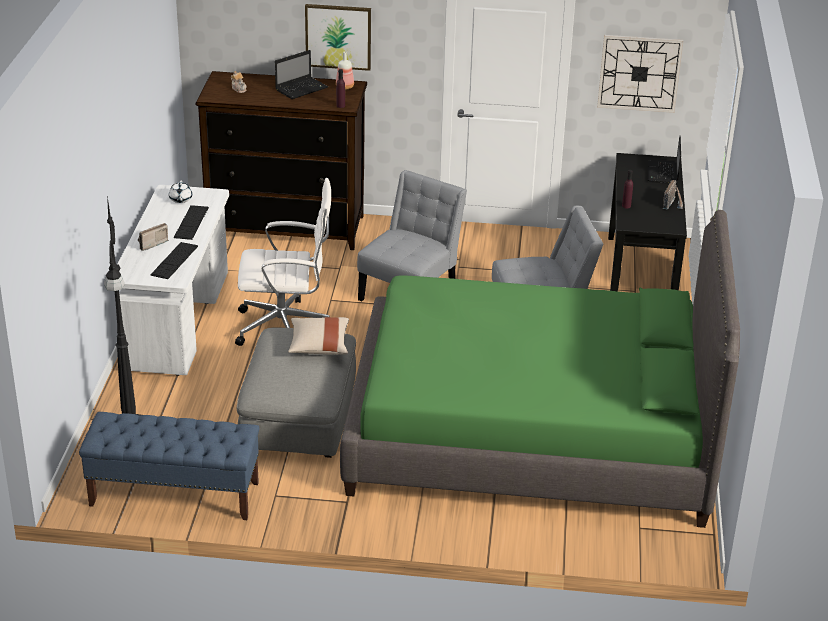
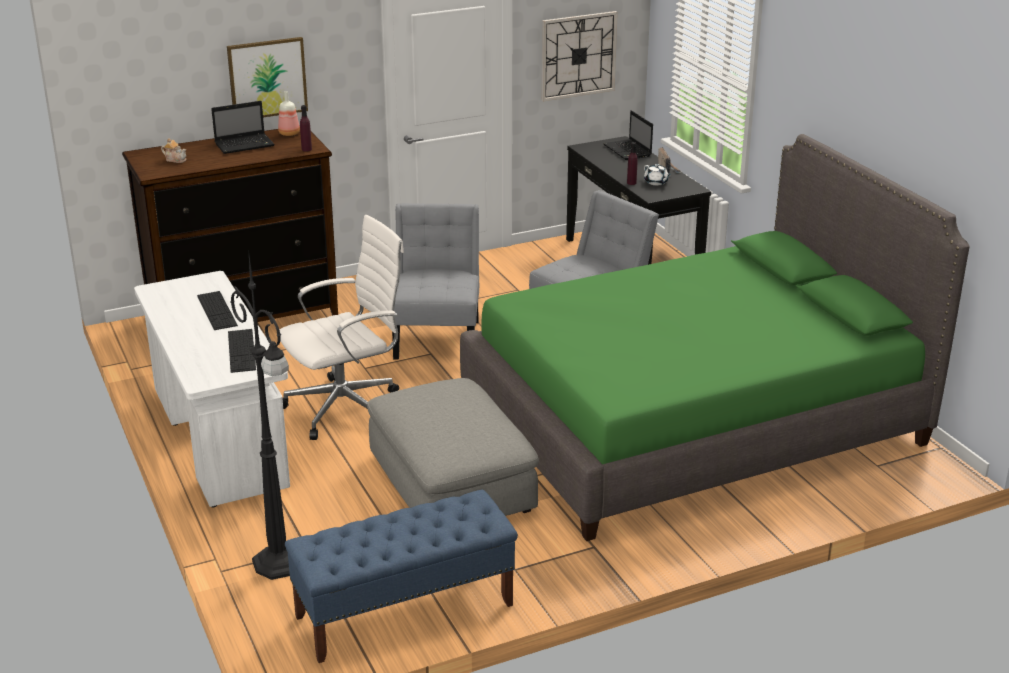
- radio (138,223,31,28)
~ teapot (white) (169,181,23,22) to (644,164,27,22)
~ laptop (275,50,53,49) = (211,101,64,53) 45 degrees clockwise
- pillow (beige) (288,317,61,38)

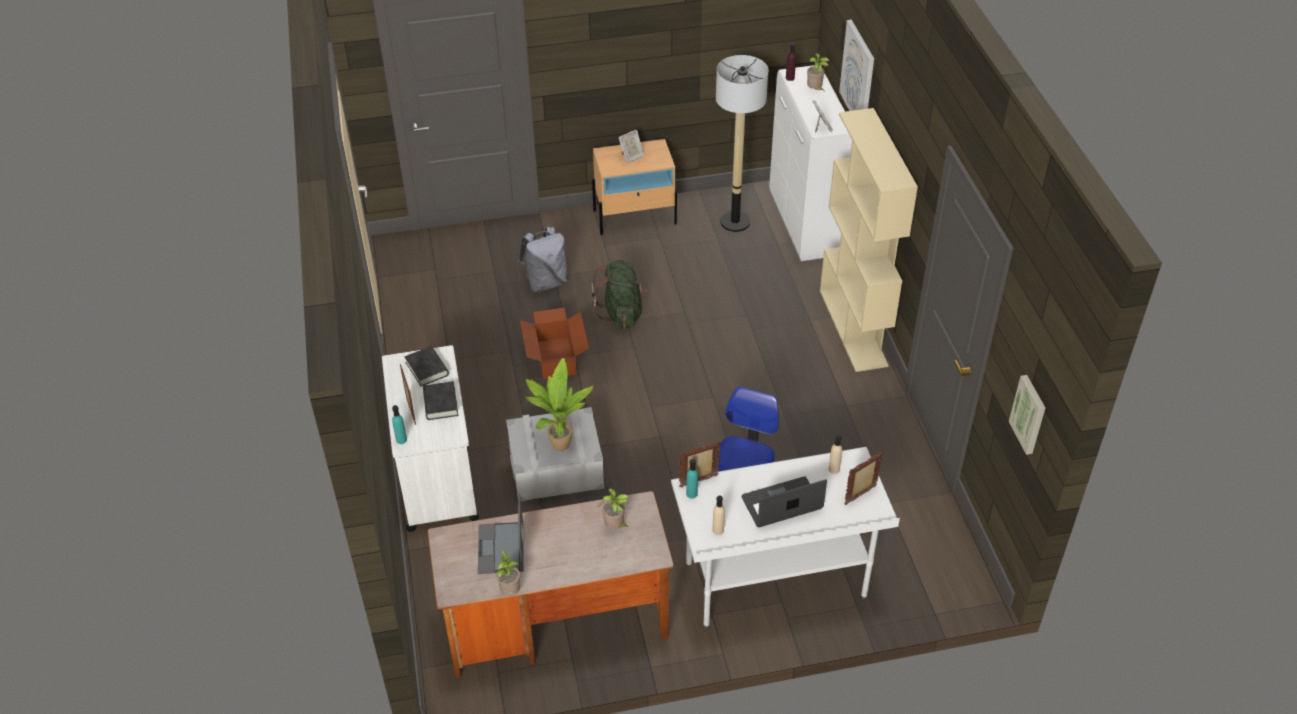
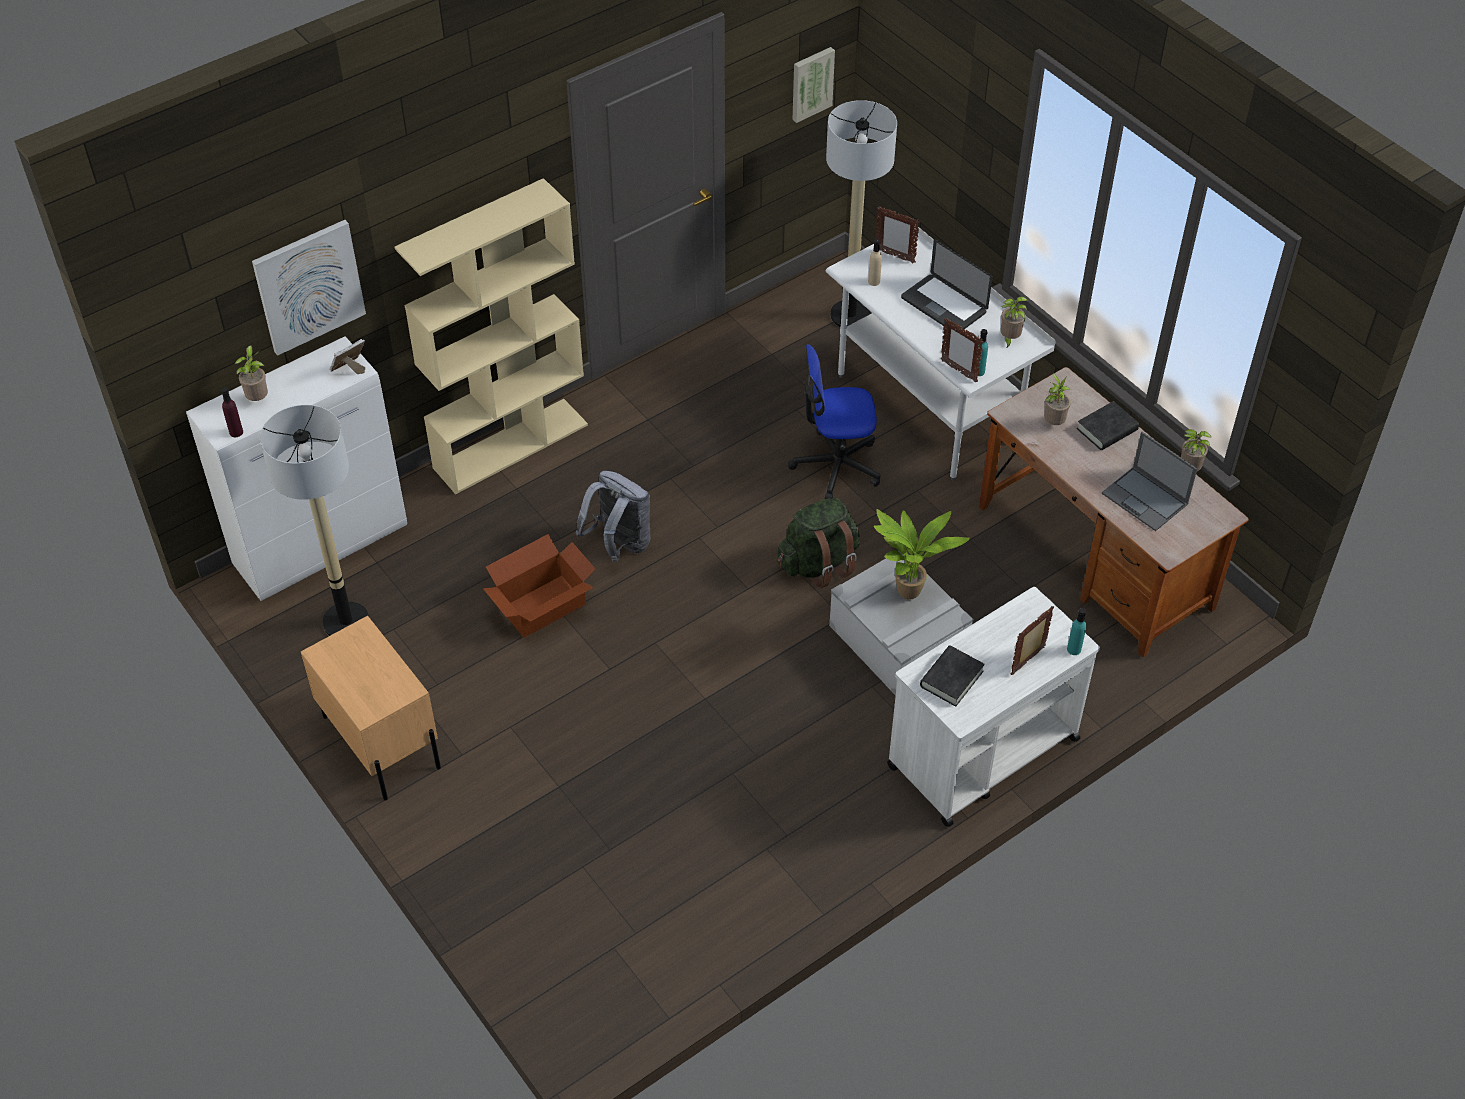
~ book (black) (423,381,35,39) to (1077,401,62,49)
~ laptop (478,494,46,80) = (1102,432,95,99) 75 degrees clockwise
~ backpack (grey) (518,227,49,65) to (576,471,74,91)
~ cardboard box (520,308,69,71) to (483,534,112,104)
~ backpack (green) (591,260,56,69) to (777,498,83,91)
- picture frame (618,130,27,33)
~ bottle (beige) (712,495,13,40) to potted plant (1001,296,27,53)
+ floor lamp (826,100,71,227)

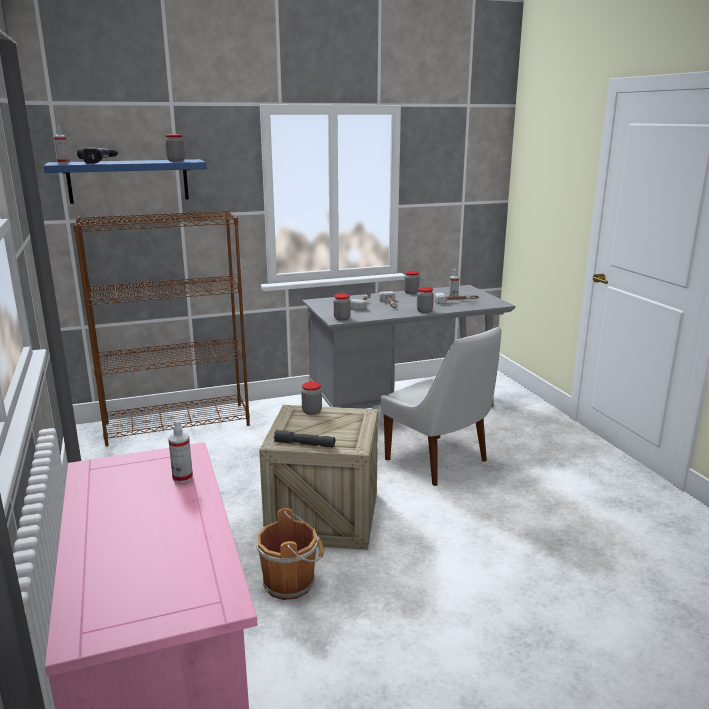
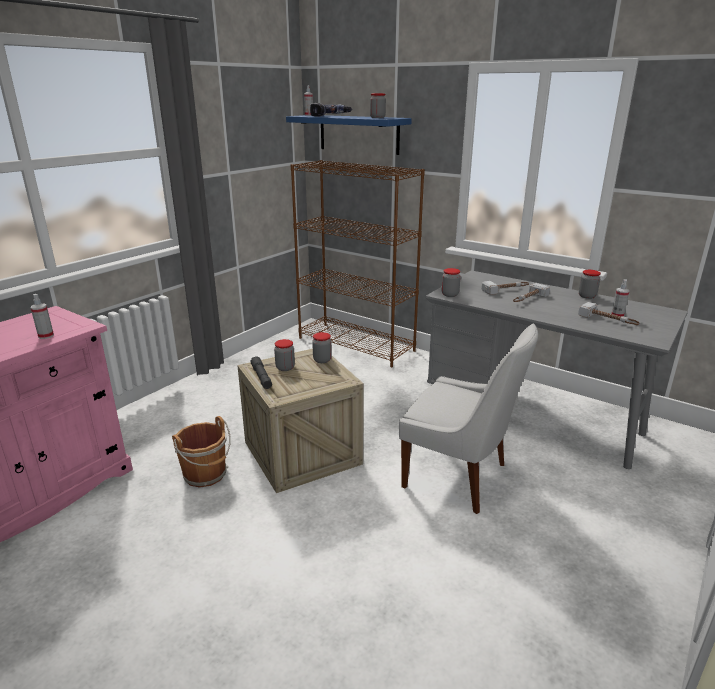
~ chair (white) (381,327,121,159) = (399,324,139,190) 75 degrees counterclockwise
~ jar (417,287,17,26) to (274,339,21,32)

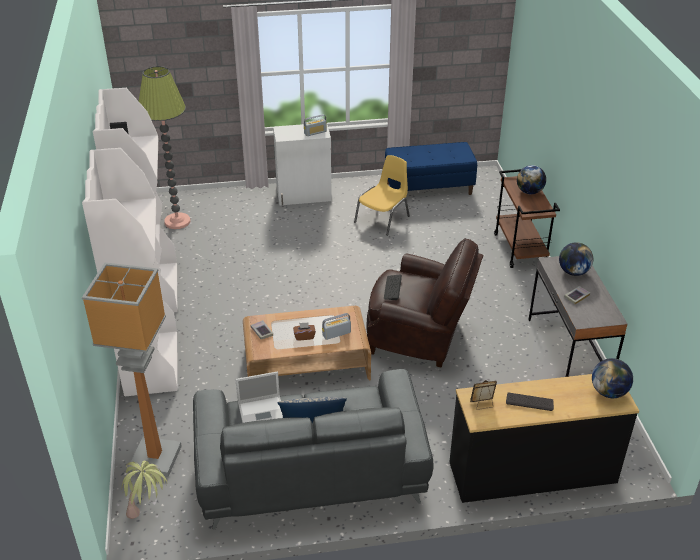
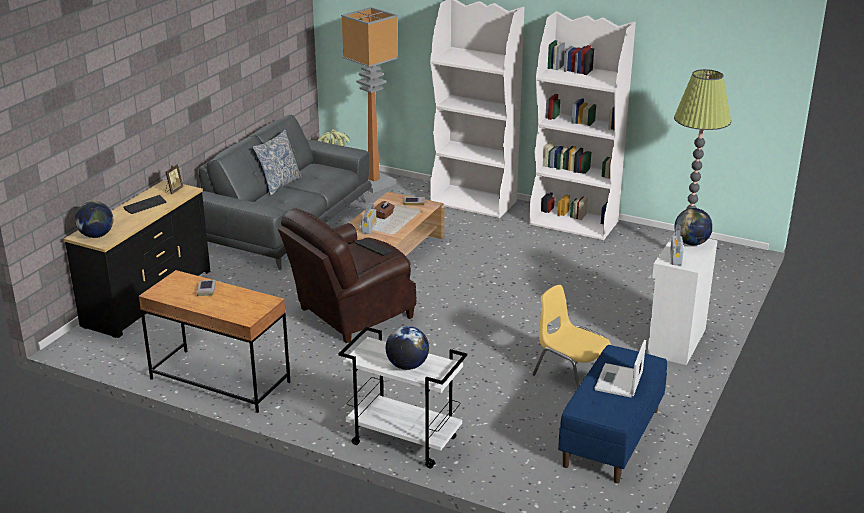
~ laptop (235,371,48,52) to (594,340,52,58)
~ chair (yellow) (354,155,56,81) = (533,285,77,104) 150 degrees clockwise
~ cart (brown) (494,169,66,99) to cart (white) (338,327,129,141)
~ desk (grey) (528,256,100,121) to desk (brown) (138,270,152,143)
~ globe (559,242,34,34) to (674,208,39,37)

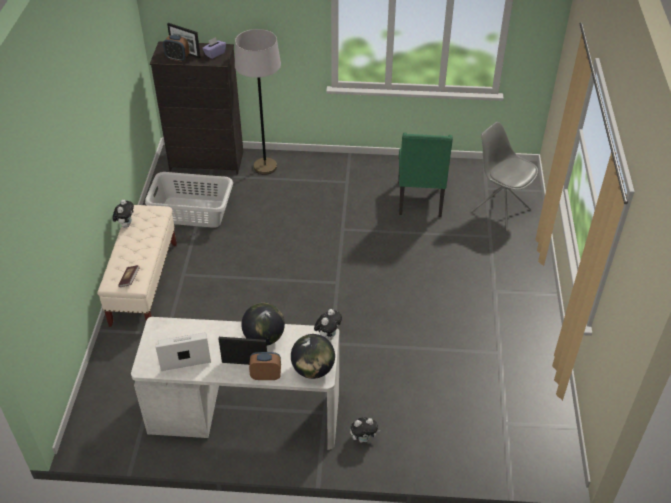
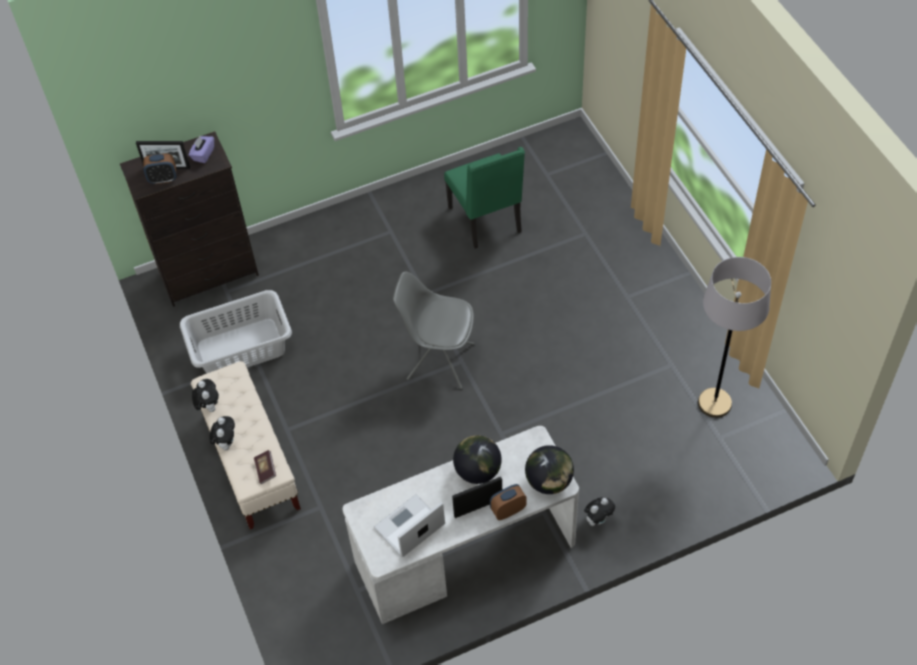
~ floor lamp (grey) (235,29,46,146) to (698,257,73,161)
~ plush toy (314,309,28,31) to (209,416,26,34)
~ chair (grey) (471,122,67,109) to (393,272,82,117)

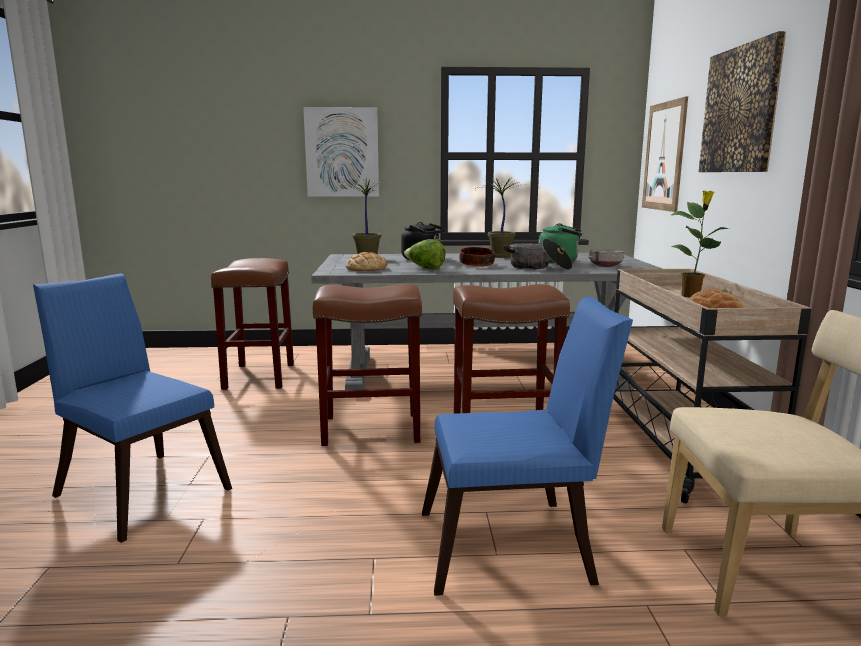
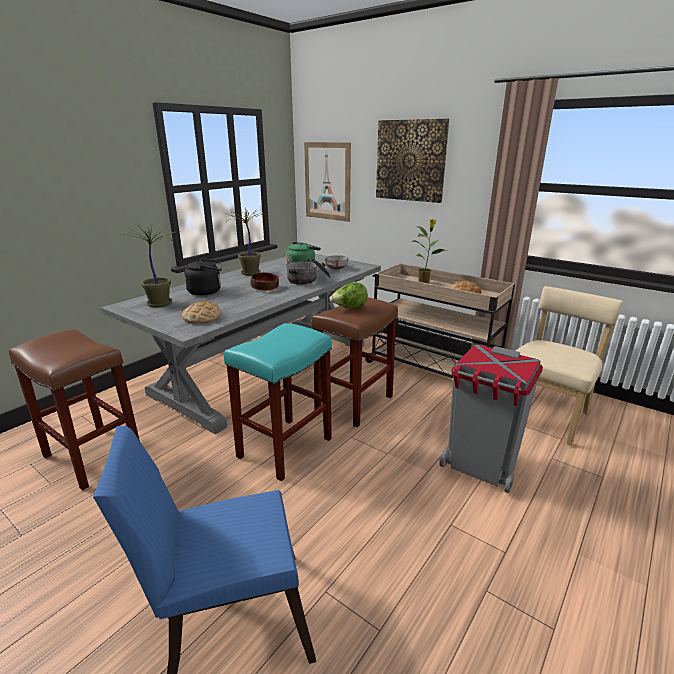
- picture (303,107,76,90)
~ stool (brown) (313,284,109,162) to stool (turquoise) (224,323,108,158)
~ lettuce (404,239,41,30) to (329,283,39,26)
~ chair (blue) (422,296,211,300) to trash can (grey) (439,345,104,148)

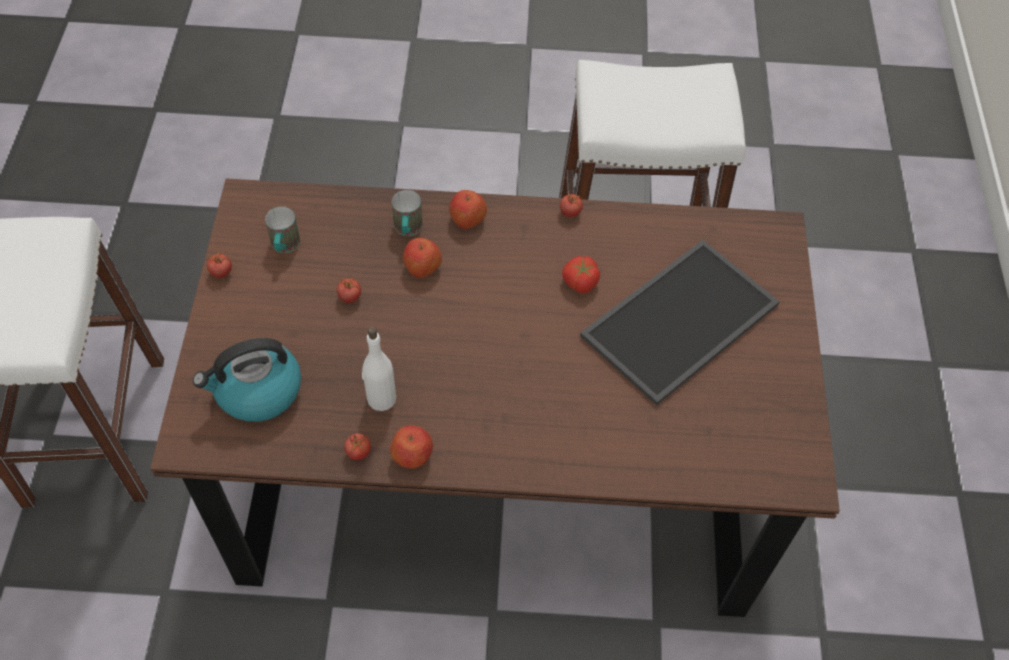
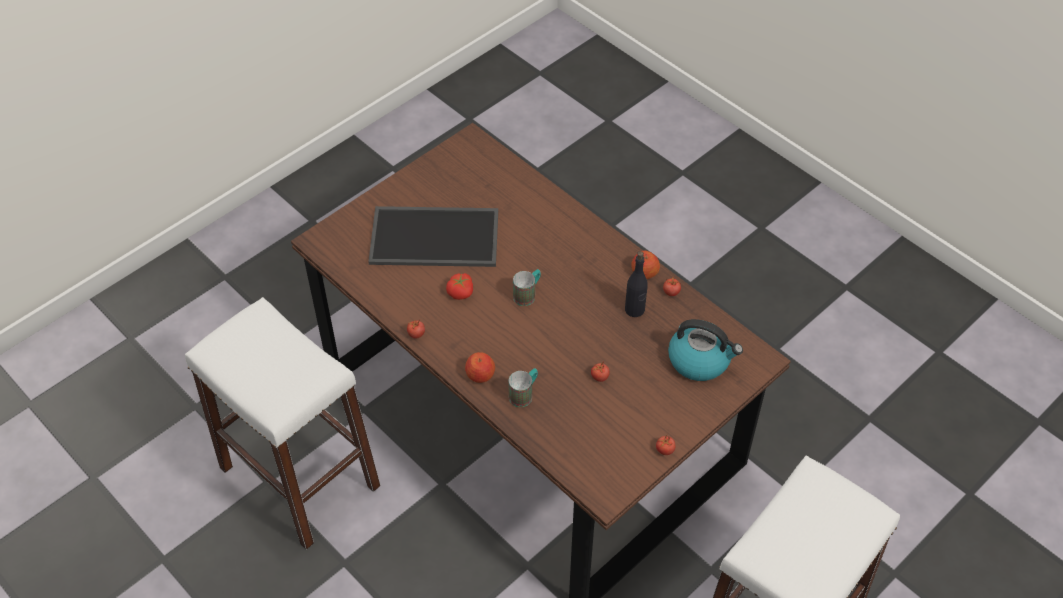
~ mug (265,206,35,47) to (513,269,28,37)
~ bottle (white) (362,327,34,84) to bottle (black) (625,251,23,66)
- apple (403,238,39,40)

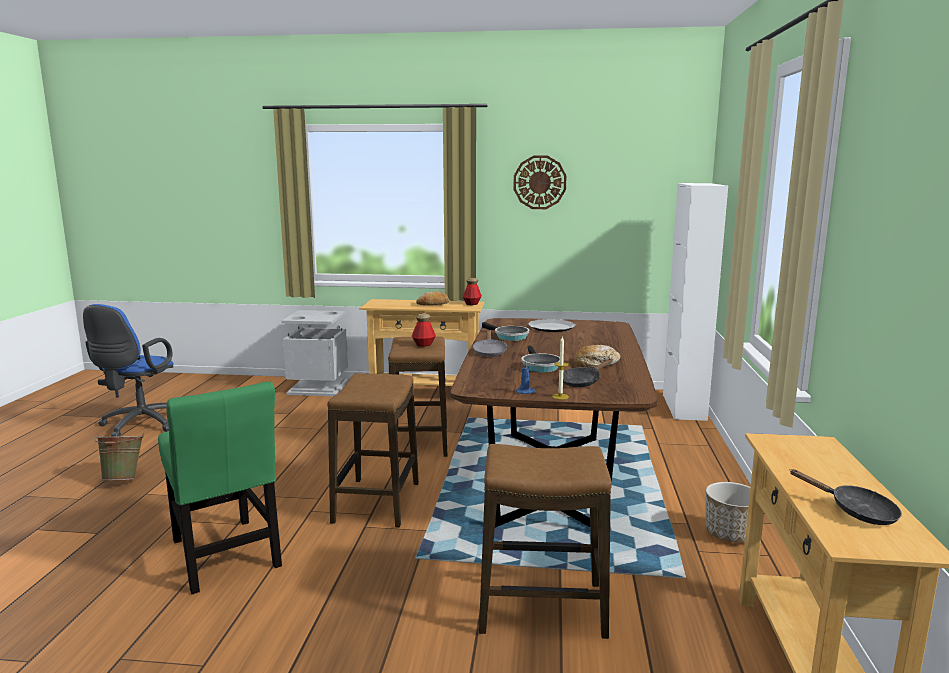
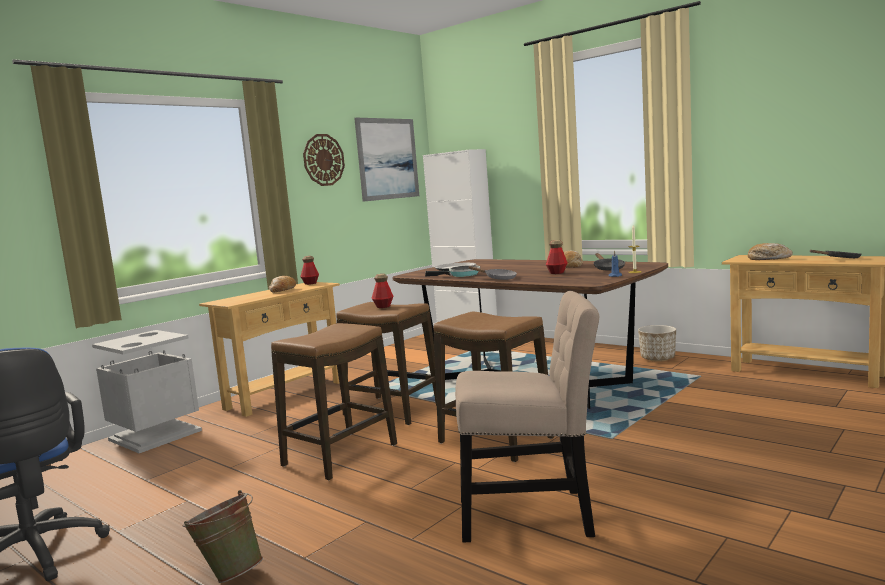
~ chair (green) (158,382,124,212) to chair (beige) (455,291,144,251)
~ stool (479,444,133,195) to (271,323,126,157)
~ frying pan (521,346,39,26) to bottle (546,240,22,34)
+ picture (354,118,65,84)
+ bread (748,243,45,17)

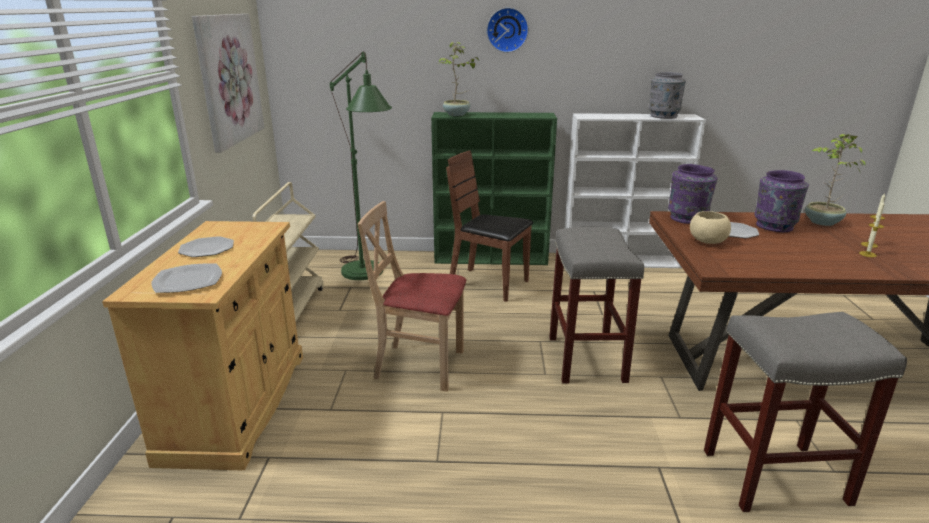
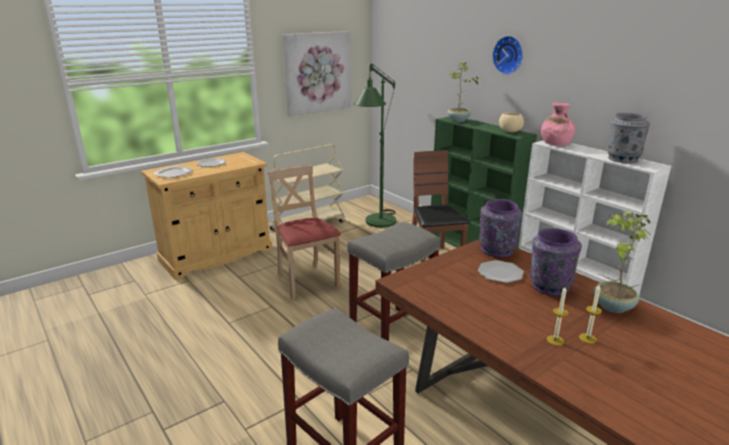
~ bowl (beige) (690,211,41,33) to (499,112,25,21)
+ vase (pink) (541,103,35,43)

